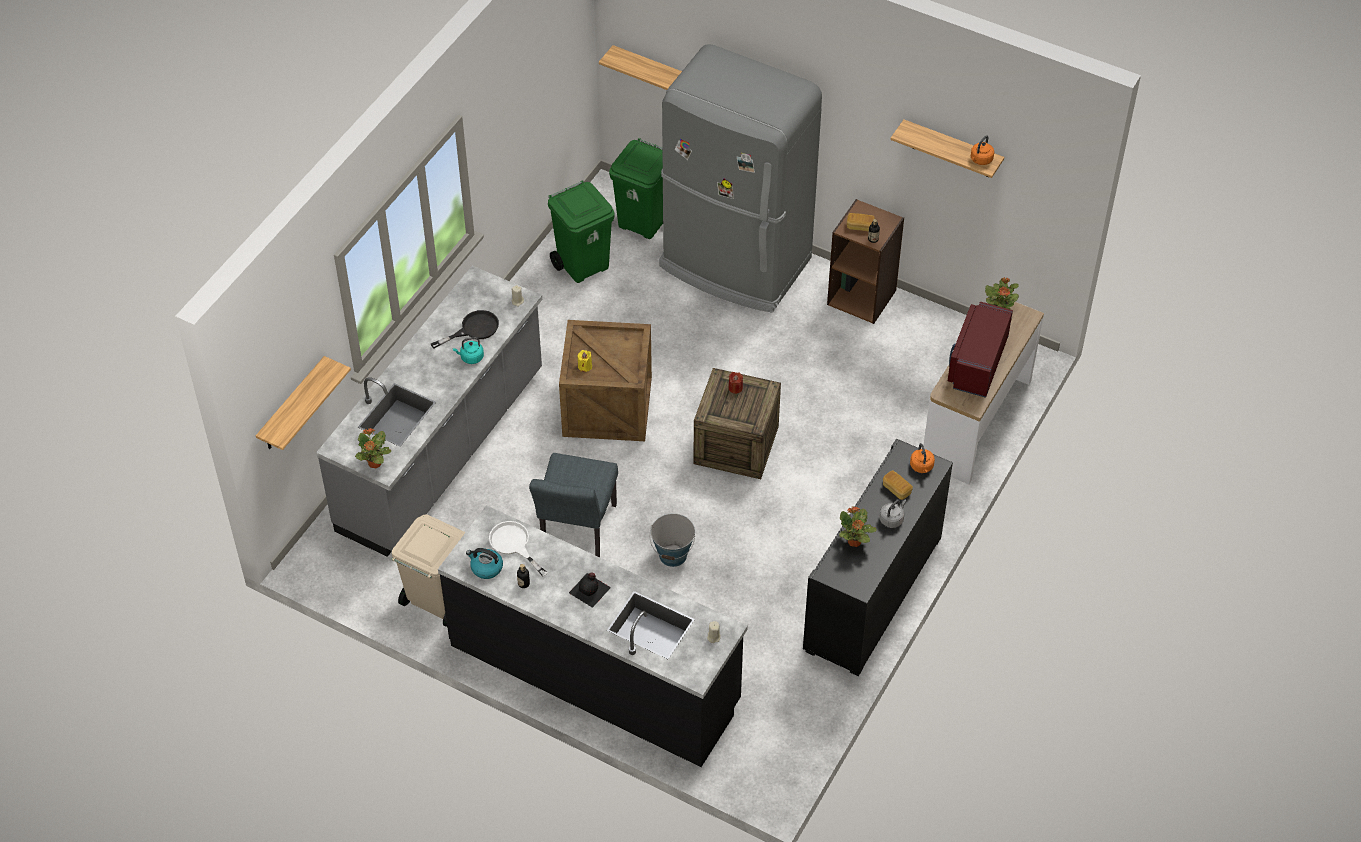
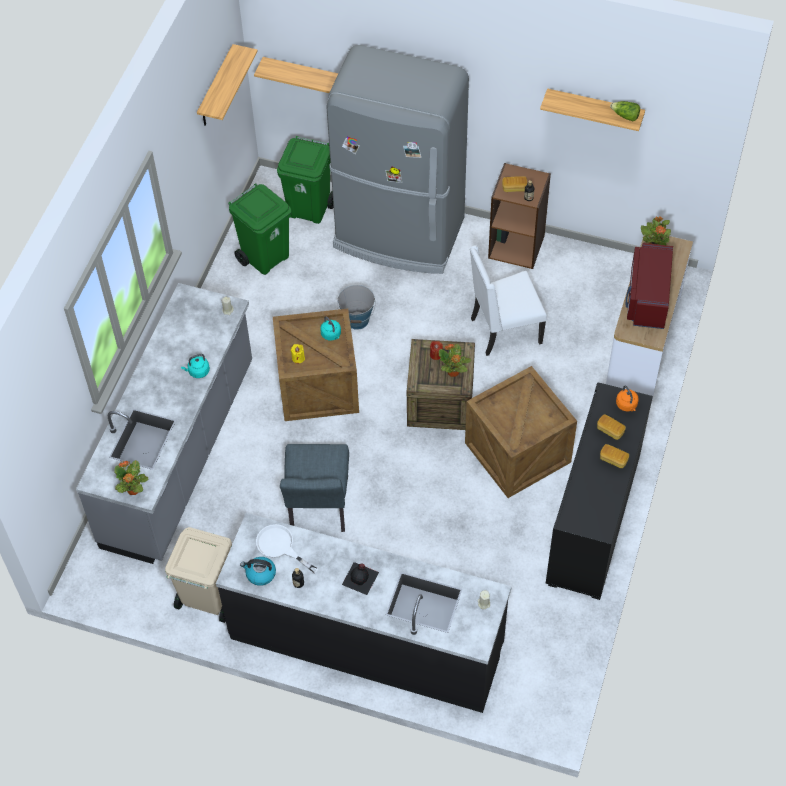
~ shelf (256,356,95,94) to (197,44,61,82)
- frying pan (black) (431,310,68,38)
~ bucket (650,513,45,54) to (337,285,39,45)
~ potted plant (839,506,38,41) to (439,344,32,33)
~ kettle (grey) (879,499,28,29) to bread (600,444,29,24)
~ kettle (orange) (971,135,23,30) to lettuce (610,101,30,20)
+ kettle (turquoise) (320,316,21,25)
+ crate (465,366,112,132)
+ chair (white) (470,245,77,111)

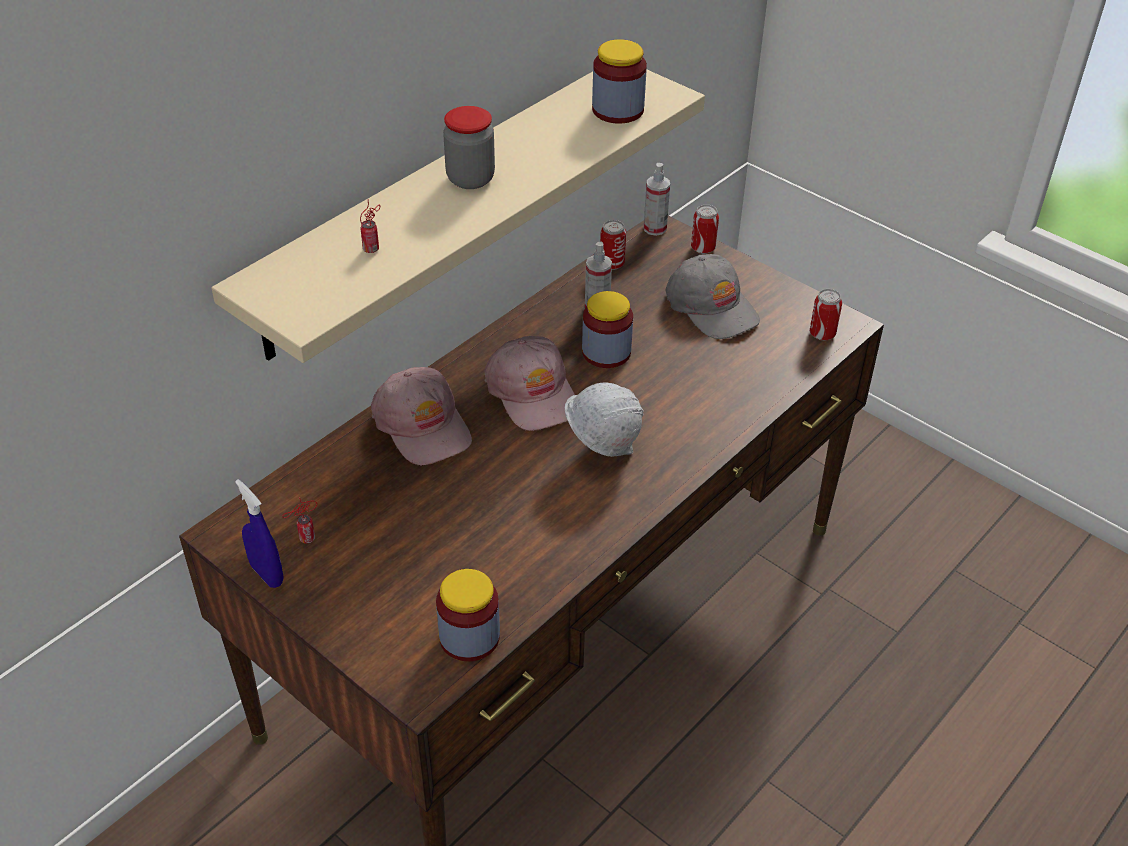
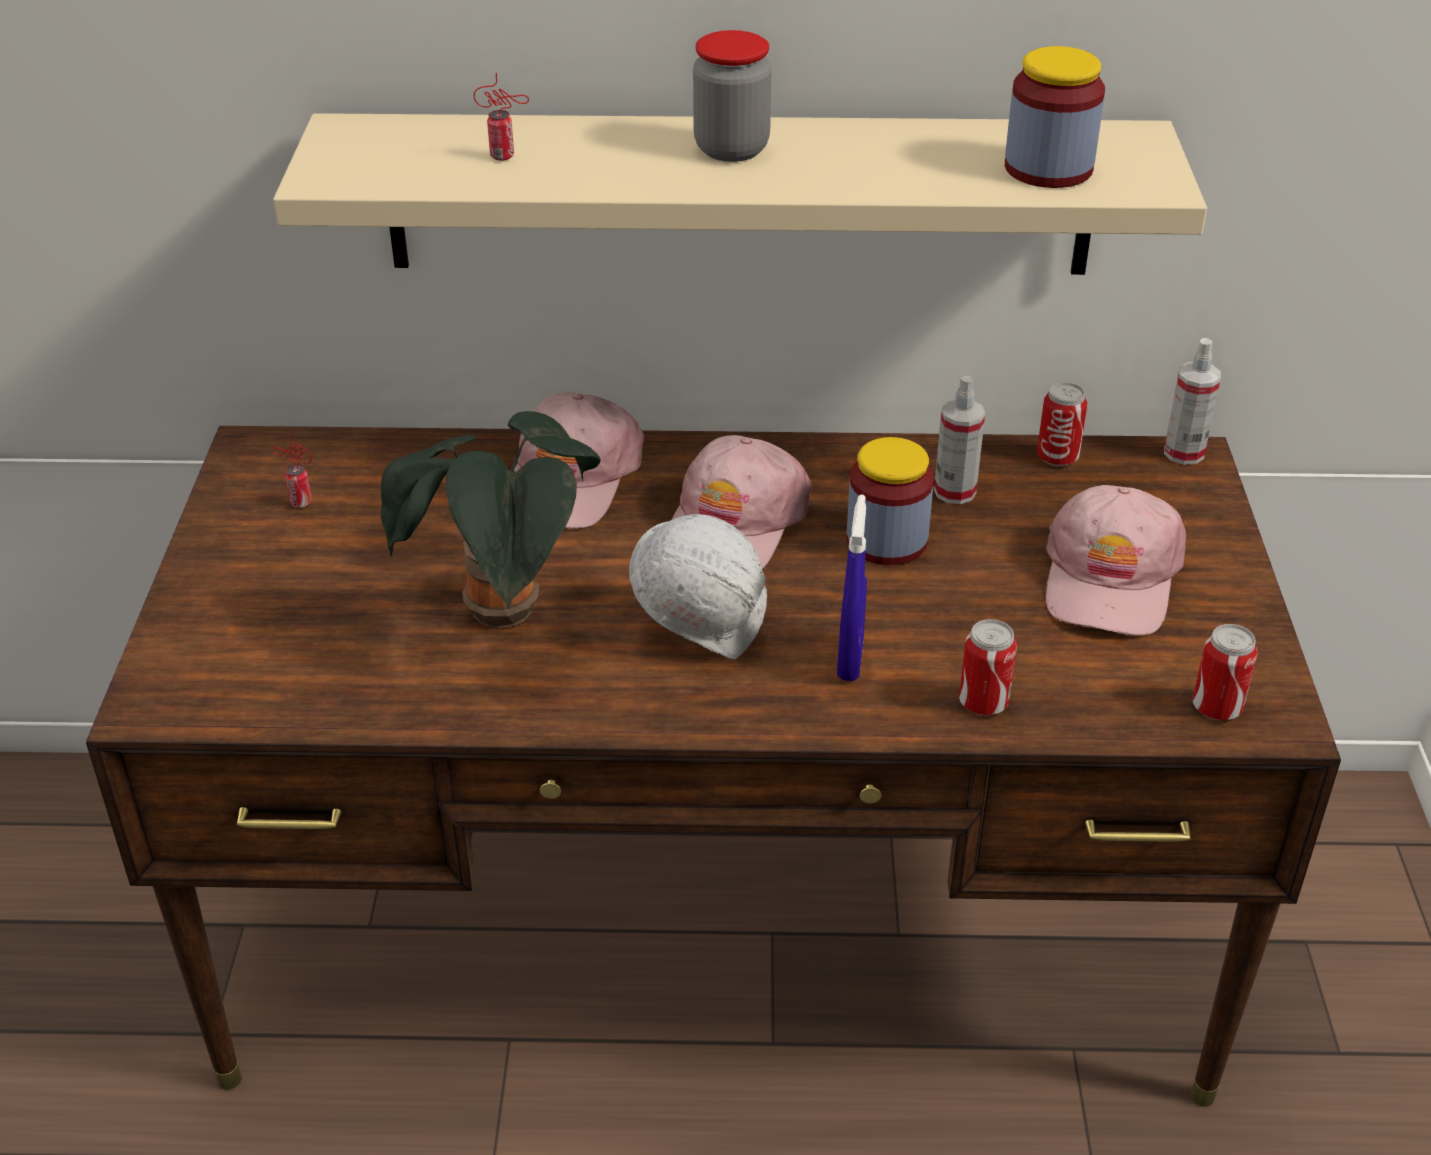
~ spray bottle (blue) (235,479,48,109) to (837,494,30,187)
- jar (436,569,64,92)
~ cap (grey) (665,254,95,85) to cap (pink) (1046,485,140,151)
~ can (691,205,28,49) to (959,619,58,97)
+ potted plant (381,411,220,217)

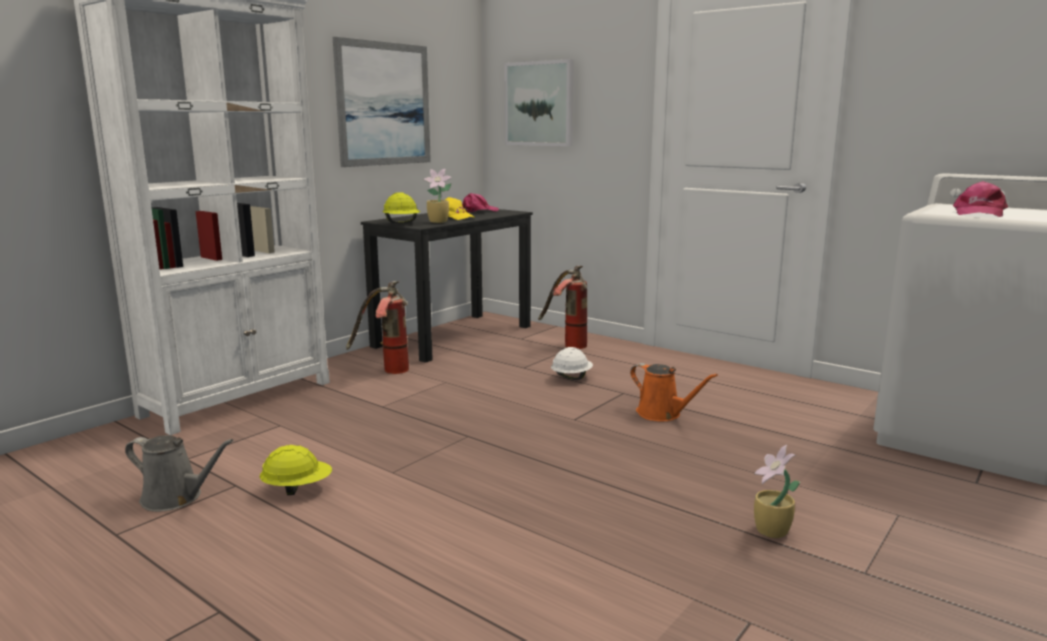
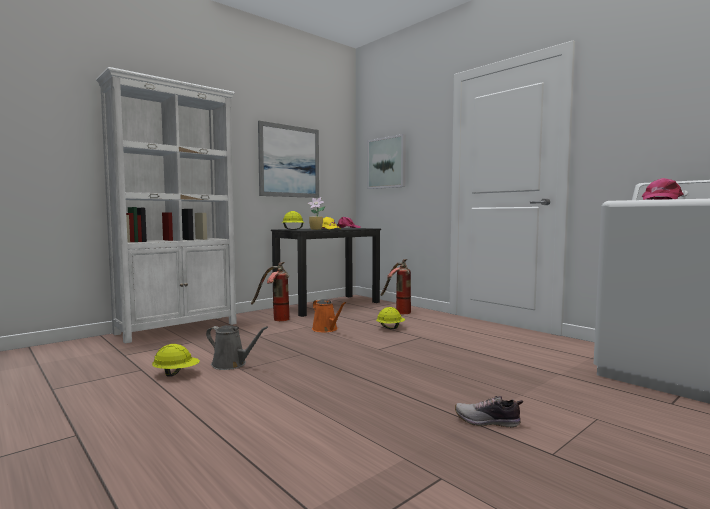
~ watering can (grey) (125,435,109,77) to (206,325,62,45)
~ hard hat (white) (551,347,42,33) to hard hat (yellow) (376,307,29,22)
~ watering can (orange) (630,363,88,58) to (312,299,34,33)
~ potted plant (754,445,46,93) to shoe (455,396,68,32)

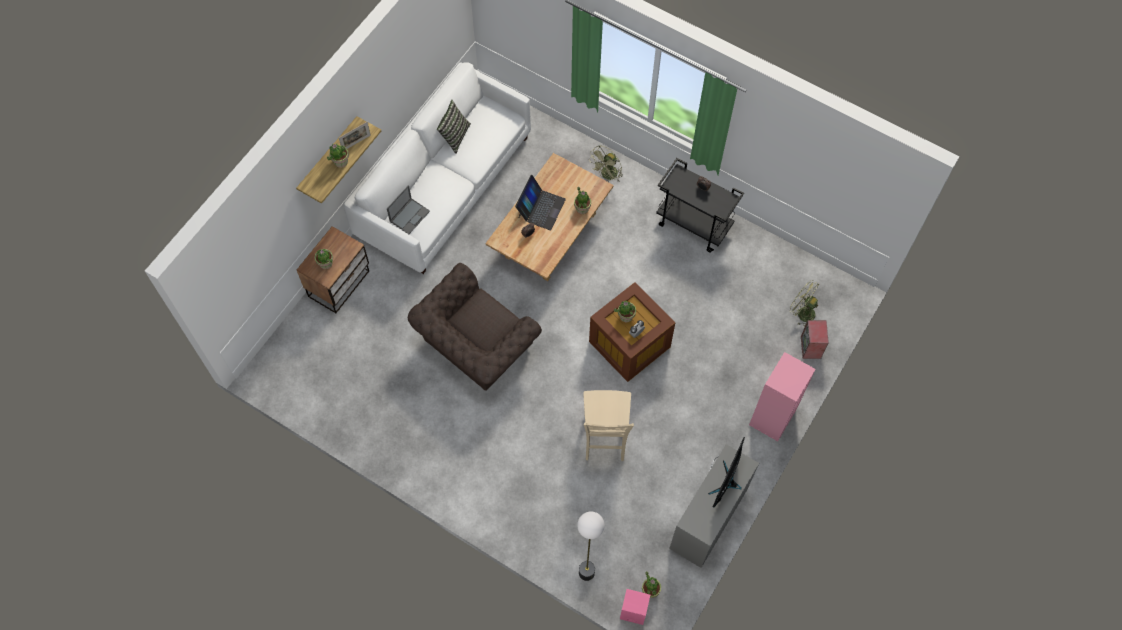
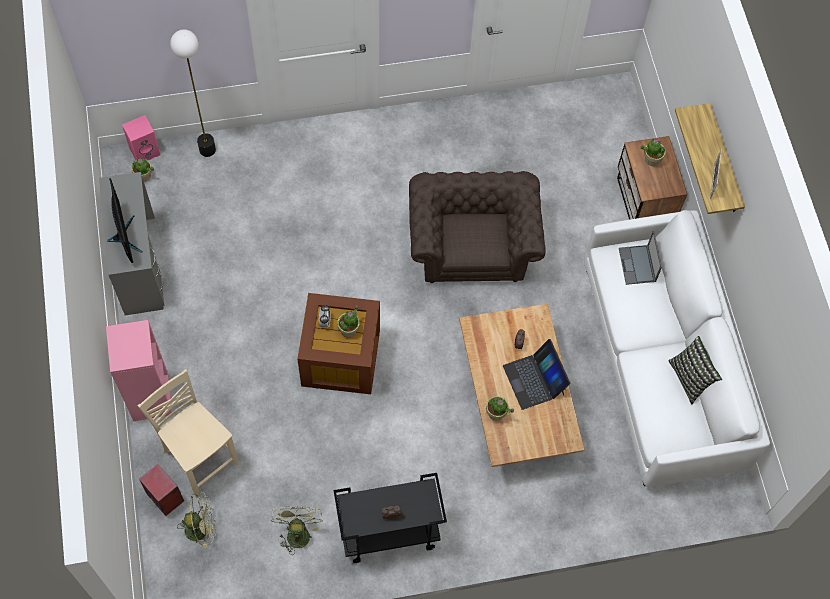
- potted plant (327,144,22,24)
~ chair (beige) (583,390,51,71) to (138,369,101,128)
~ fan (green) (589,145,34,36) to (271,506,52,49)

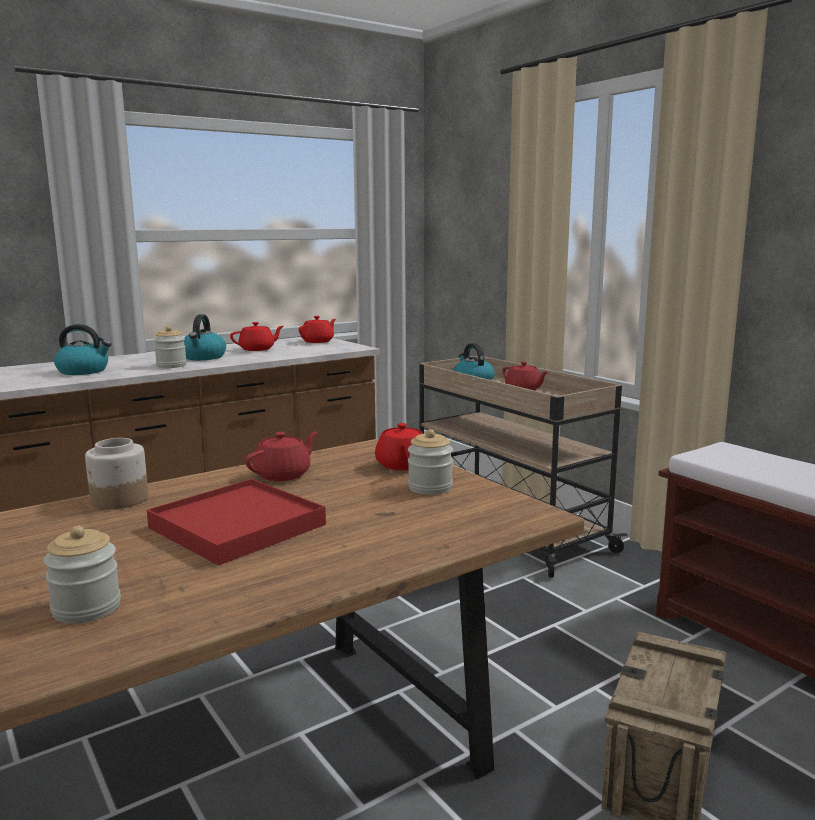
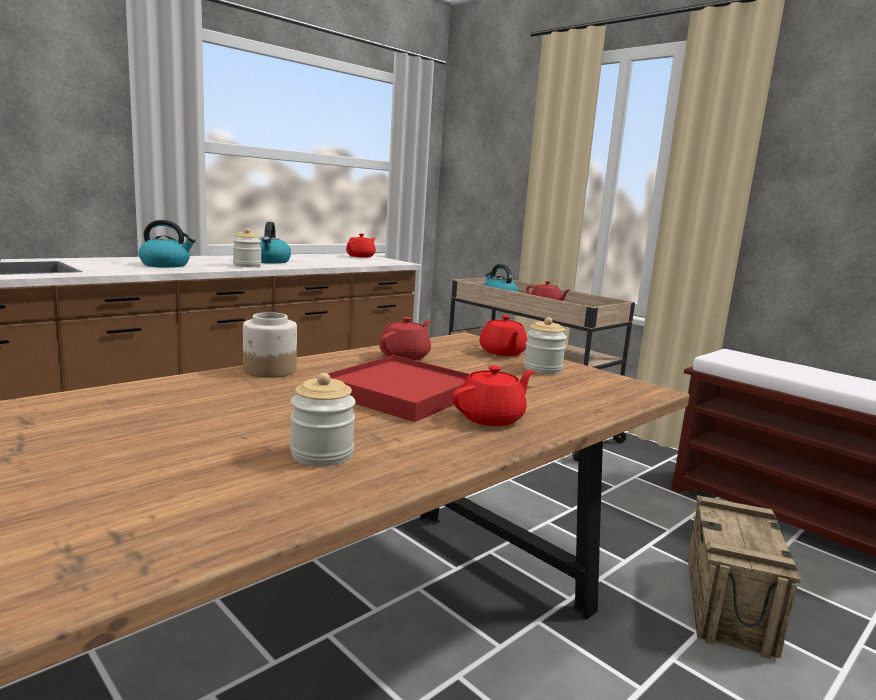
~ teapot (red) (230,322,53,29) to (452,365,82,61)

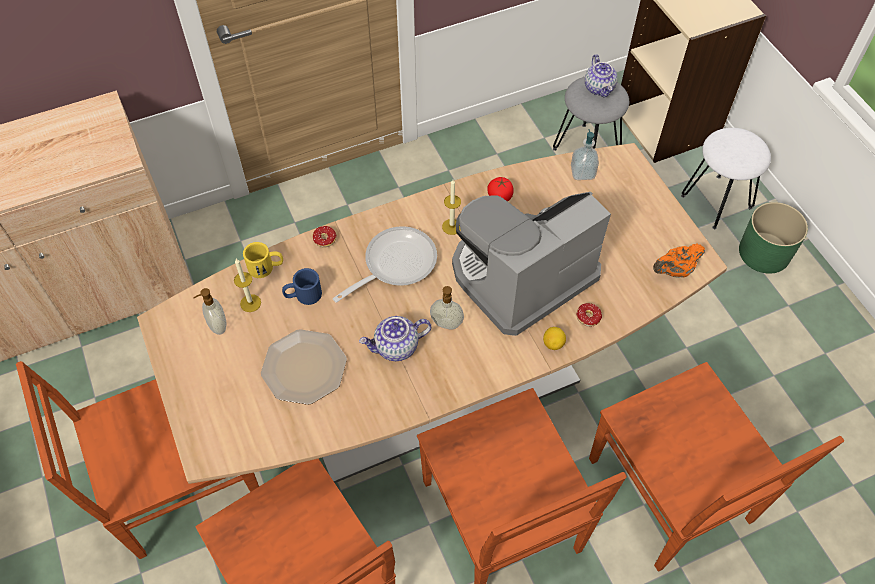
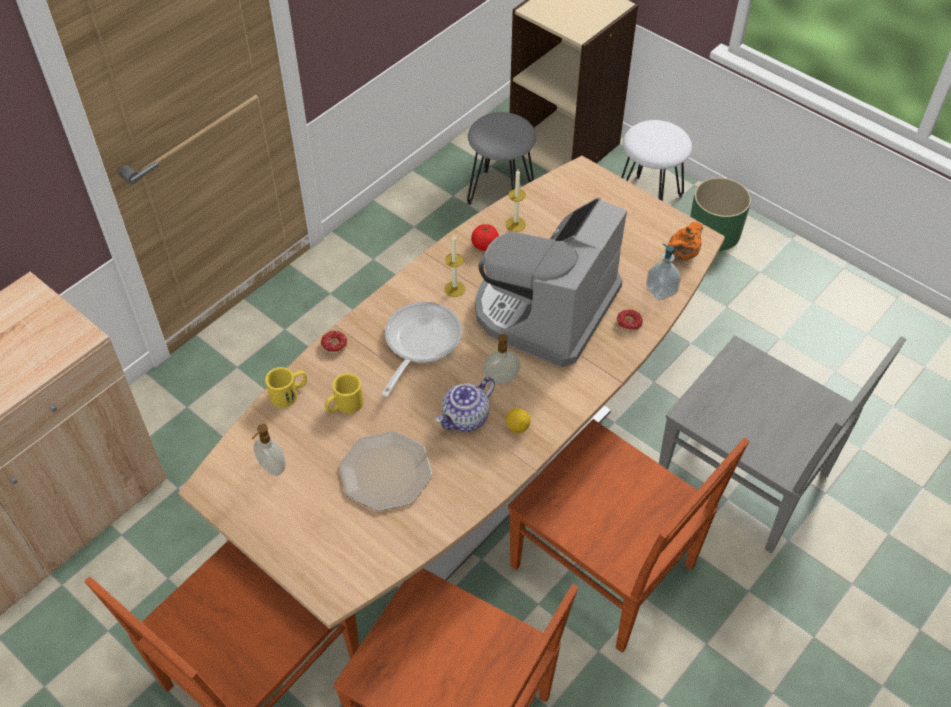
~ candle (234,259,27,53) to (506,169,20,63)
~ mug (blue) (282,268,40,37) to mug (yellow) (325,373,38,41)
~ lemon (543,327,23,23) to (506,408,24,25)
~ soap dispenser (571,129,28,51) to (646,244,35,57)
- teapot (585,54,33,44)
~ chair (brown) (589,362,255,210) to chair (grey) (659,335,247,218)

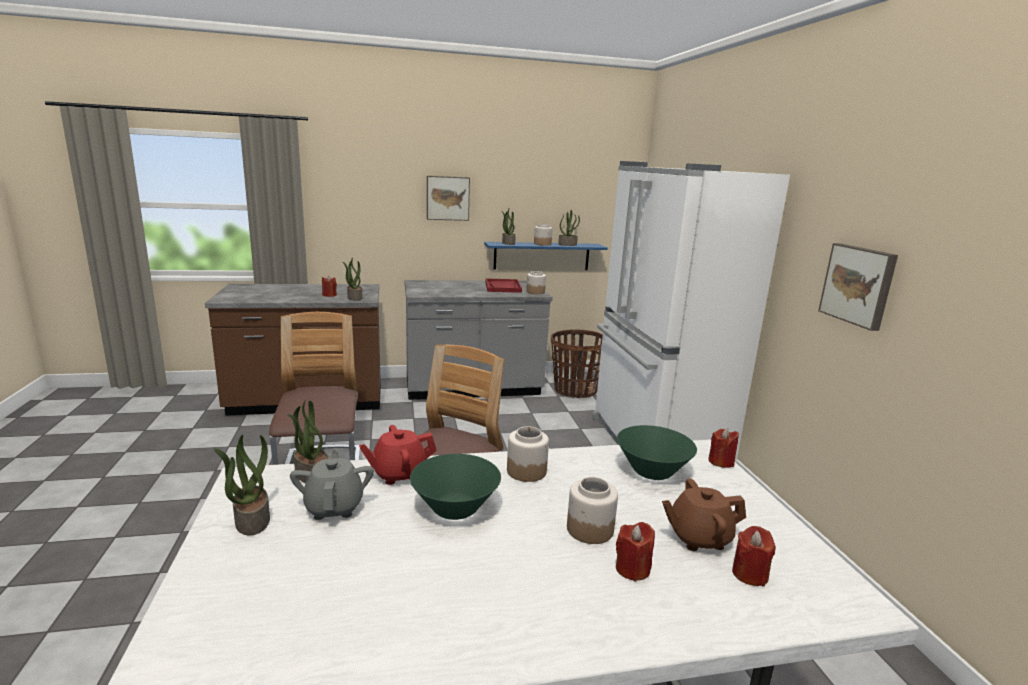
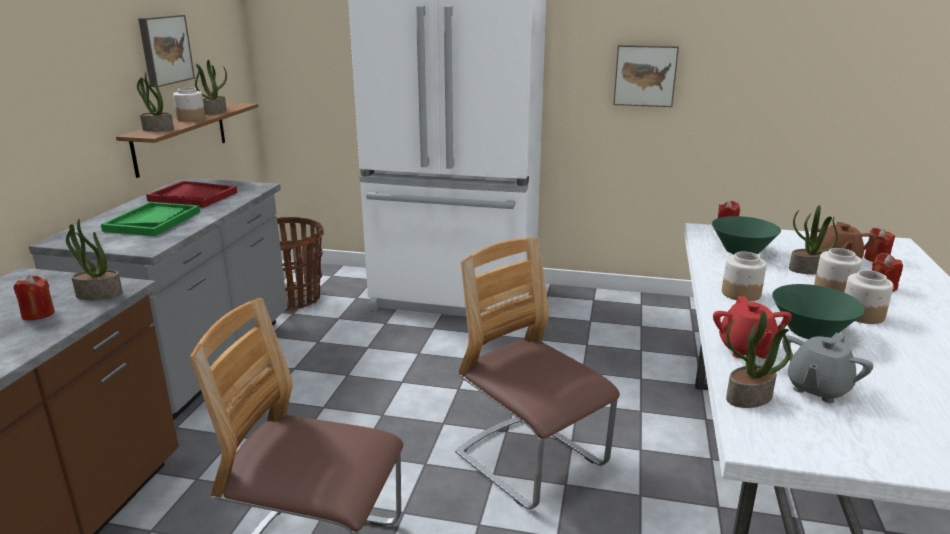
~ potted plant (213,435,57,101) to (789,205,49,69)
~ teapot (grey) (290,450,84,70) = (782,333,91,70) 60 degrees counterclockwise
~ picture (427,176,43,45) to (138,15,57,72)
~ shelf (blue) (484,242,124,28) to shelf (brown) (116,102,142,76)
~ jar (526,271,20,23) to (844,270,50,54)
+ tray (green) (101,202,99,34)

